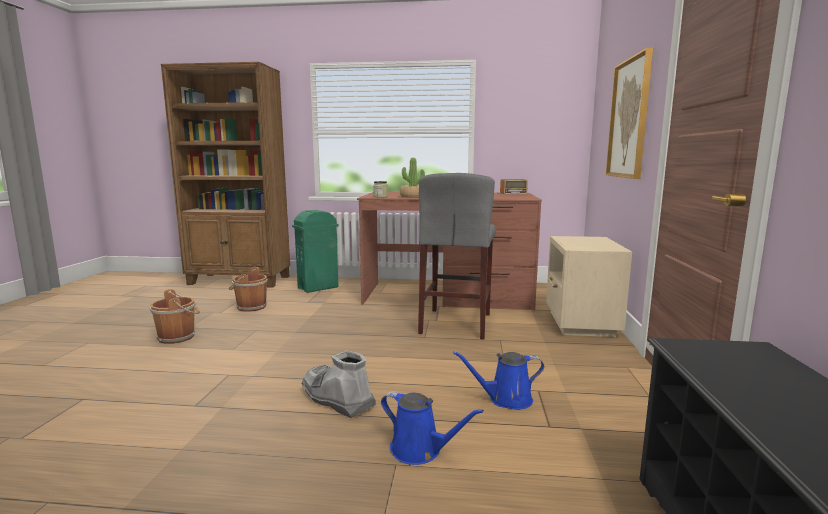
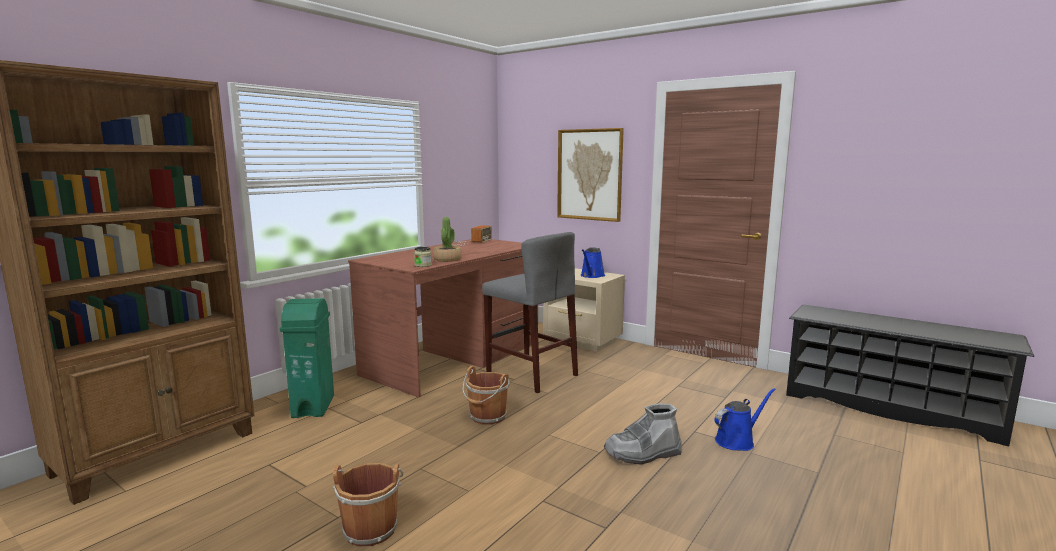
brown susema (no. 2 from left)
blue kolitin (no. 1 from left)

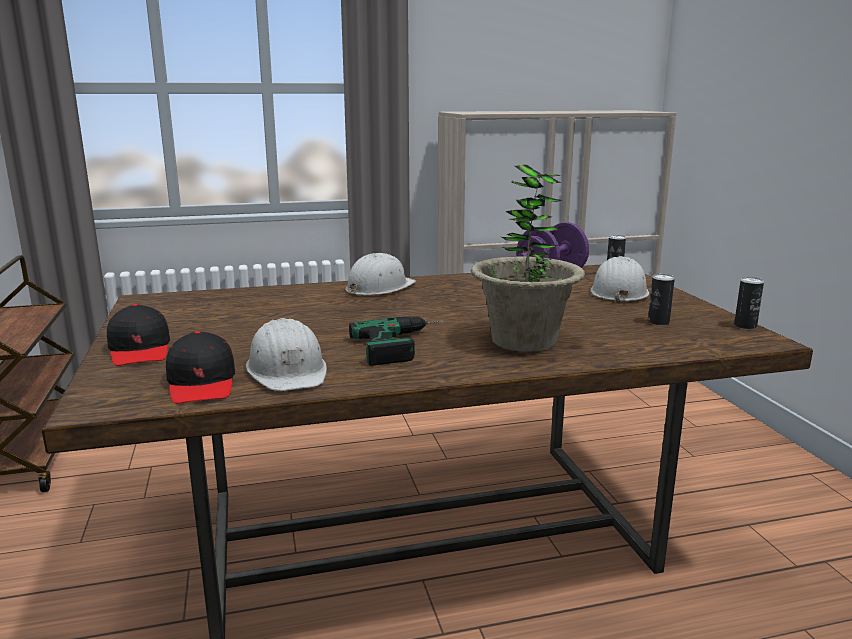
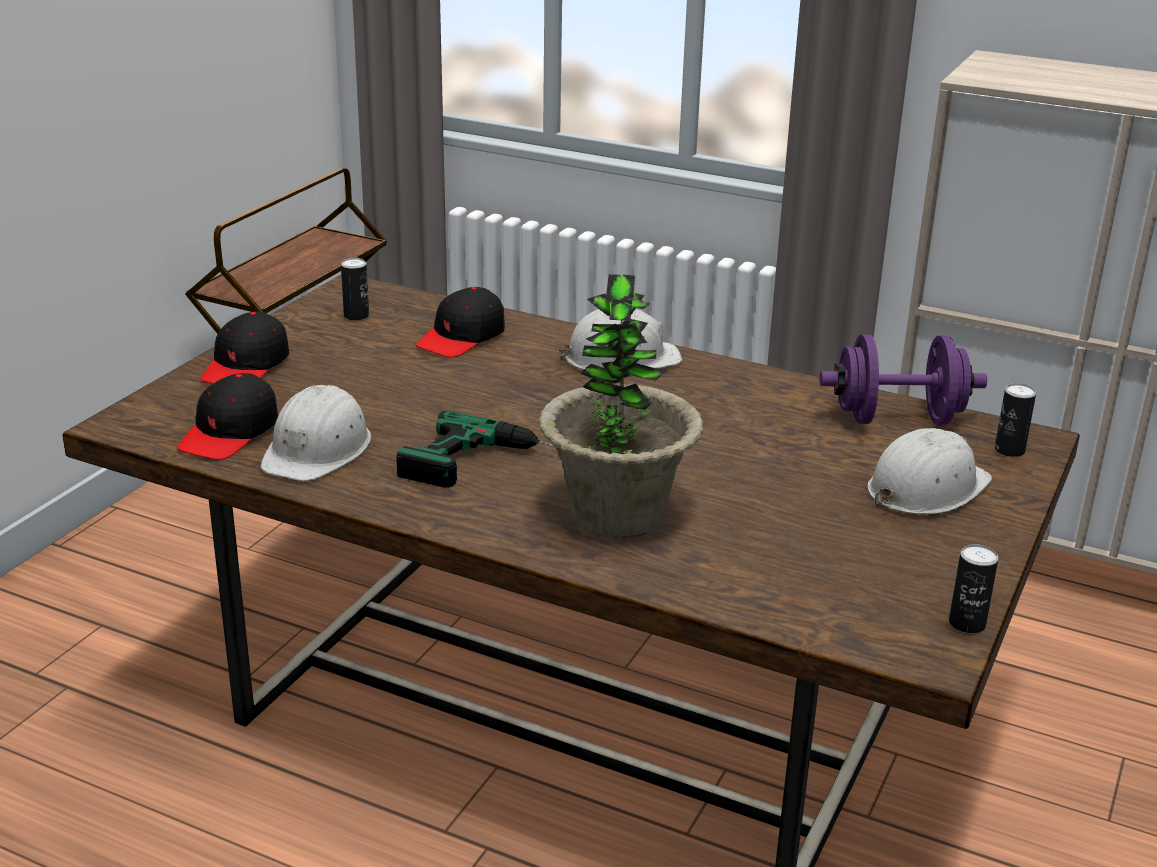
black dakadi (no. 3 from left)
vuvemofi (no. 1 from left)

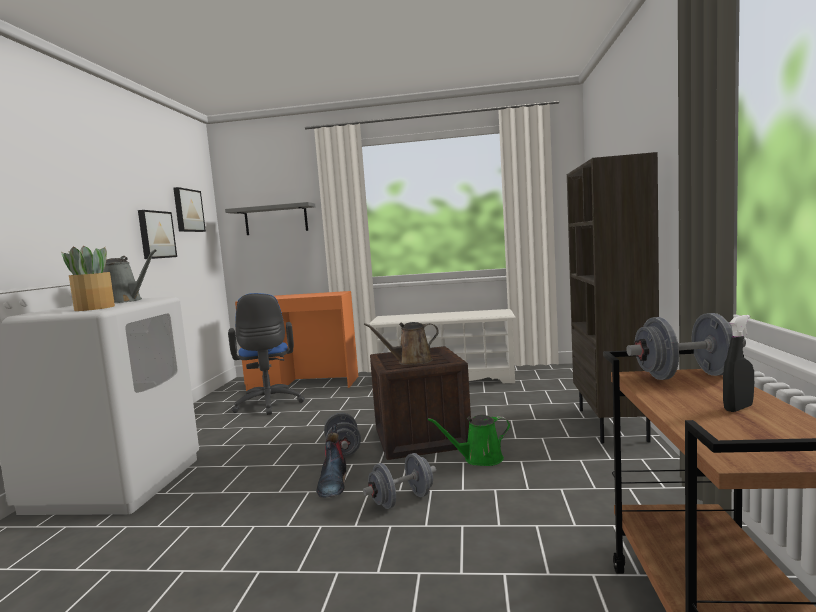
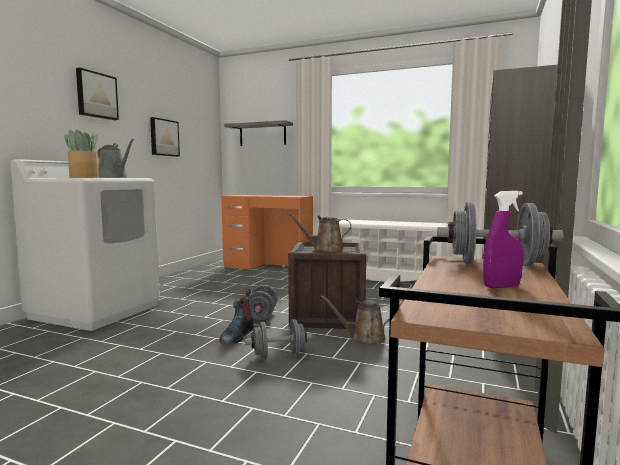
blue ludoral
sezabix (no. 1 from left)
brown kolitin (no. 2 from left)
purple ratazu

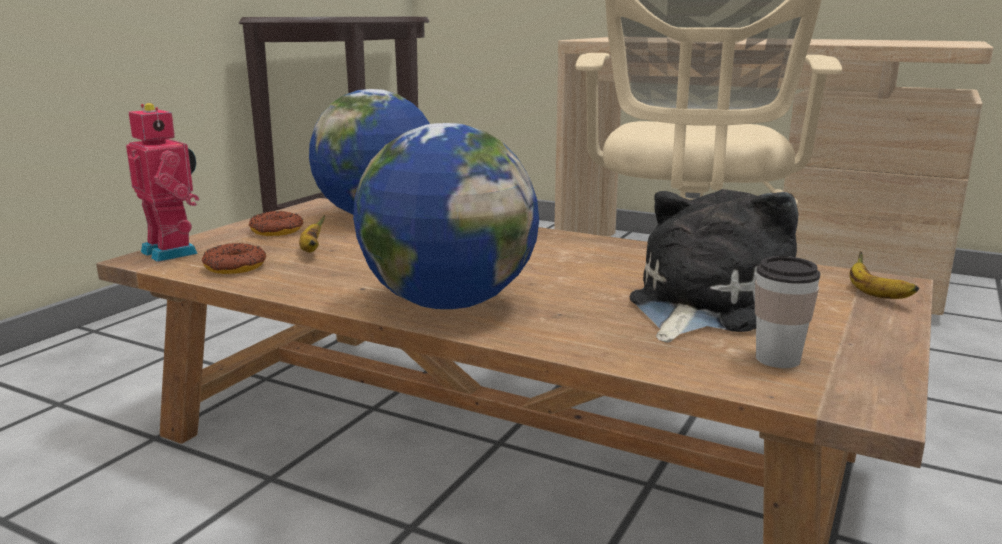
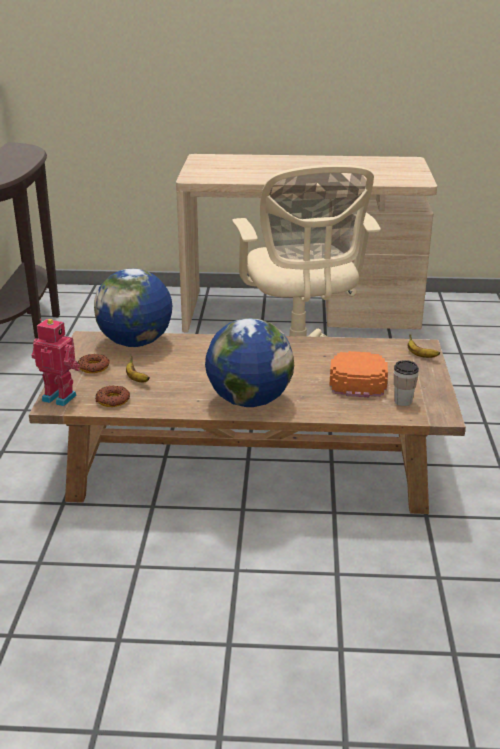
orange dakadi

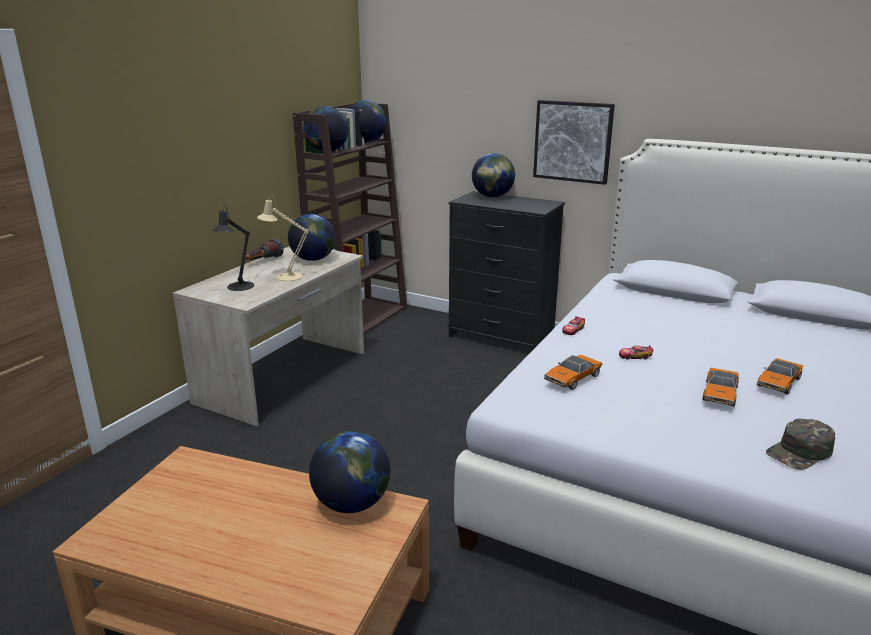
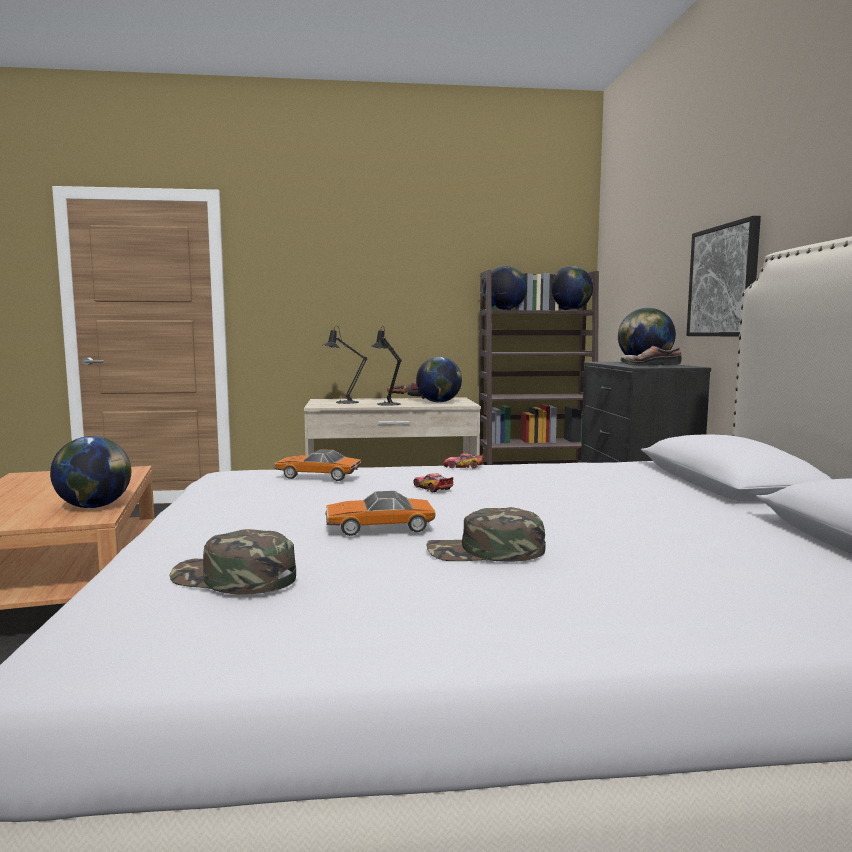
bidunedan
green dakadi (no. 2 from left)
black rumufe (no. 2 from left)

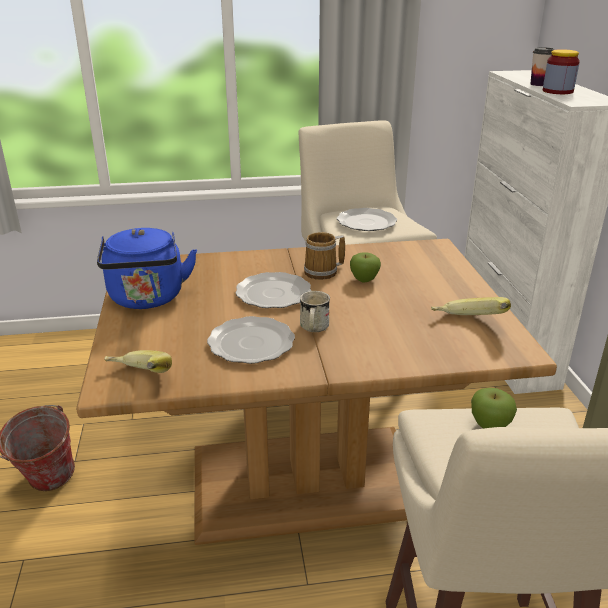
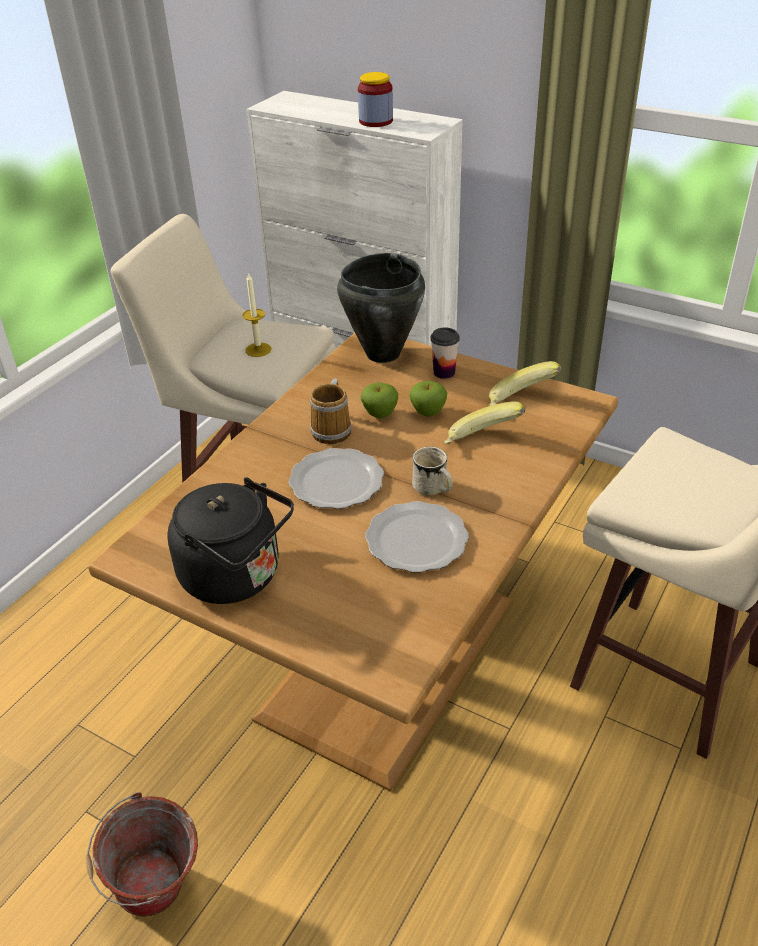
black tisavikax
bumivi (no. 1 from left)
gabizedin (no. 2 from left)
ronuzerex
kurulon
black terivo

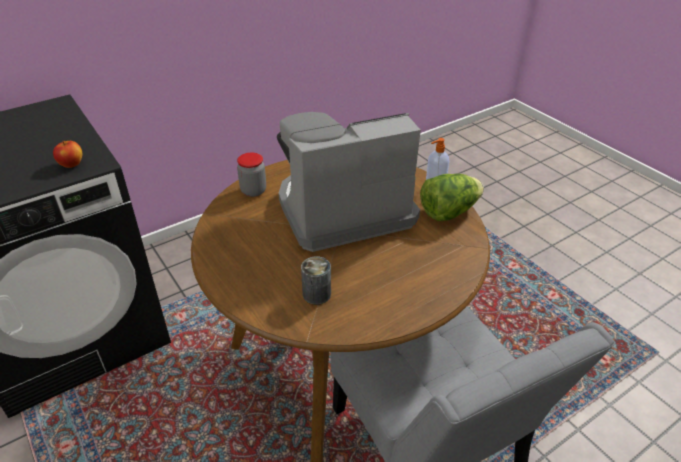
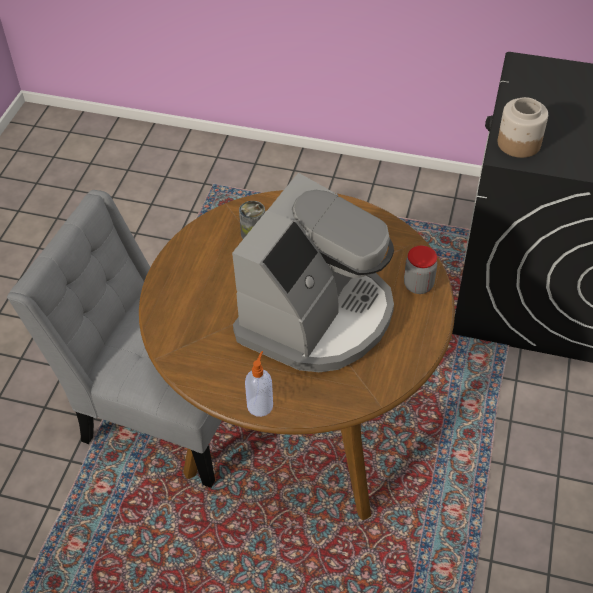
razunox
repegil (no. 2 from left)

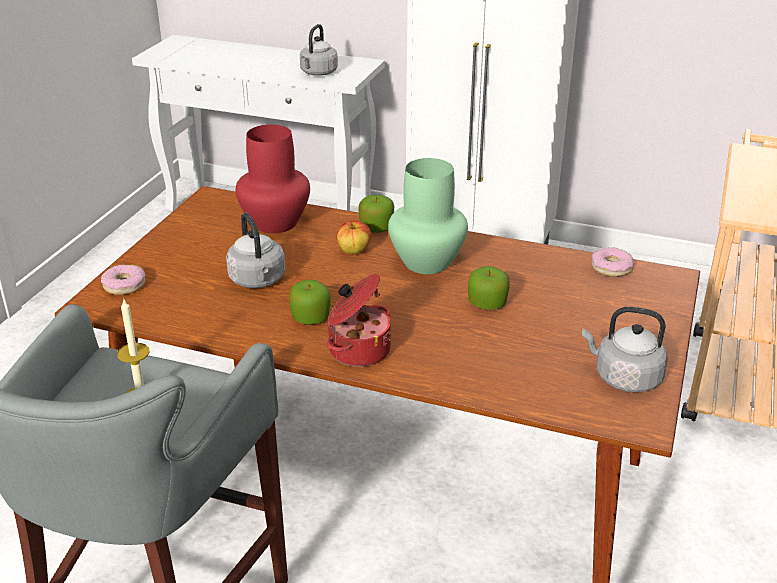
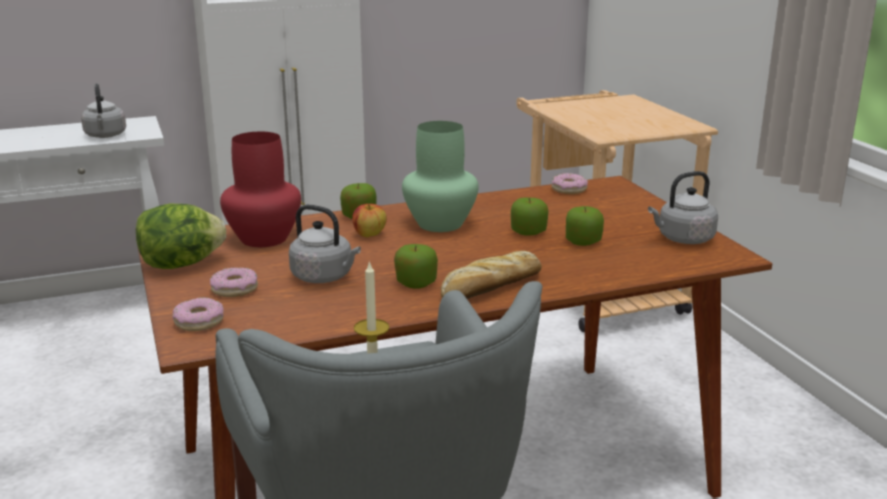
razunox
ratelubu (no. 2 from left)
gabizedin (no. 5 from left)
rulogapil

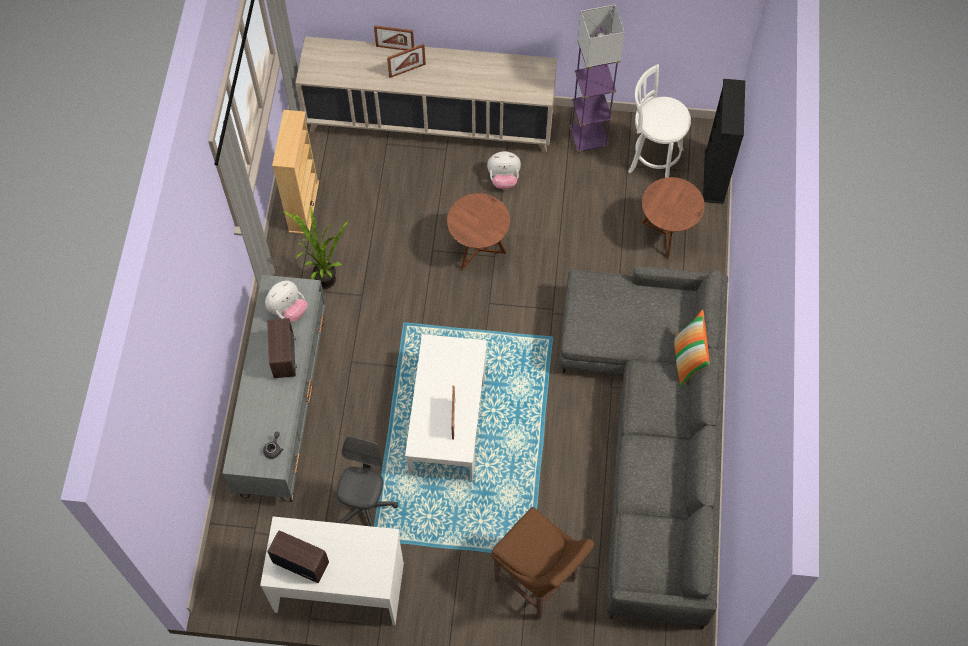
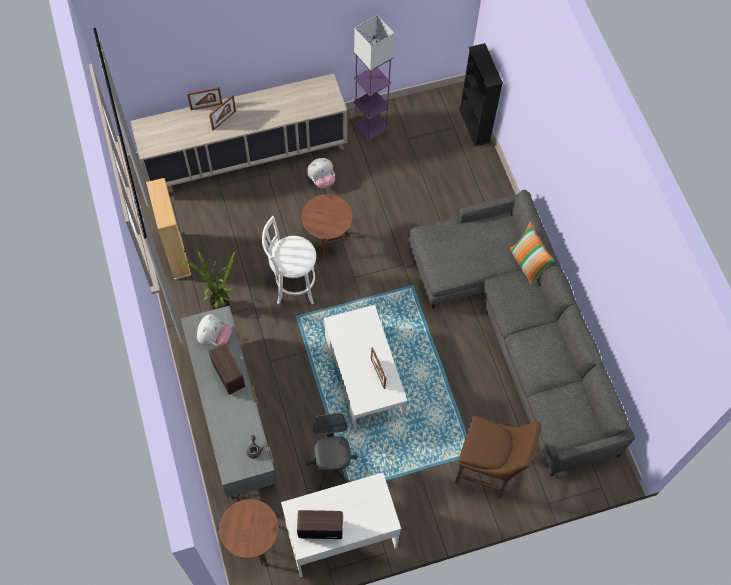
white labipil
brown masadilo (no. 1 from left)

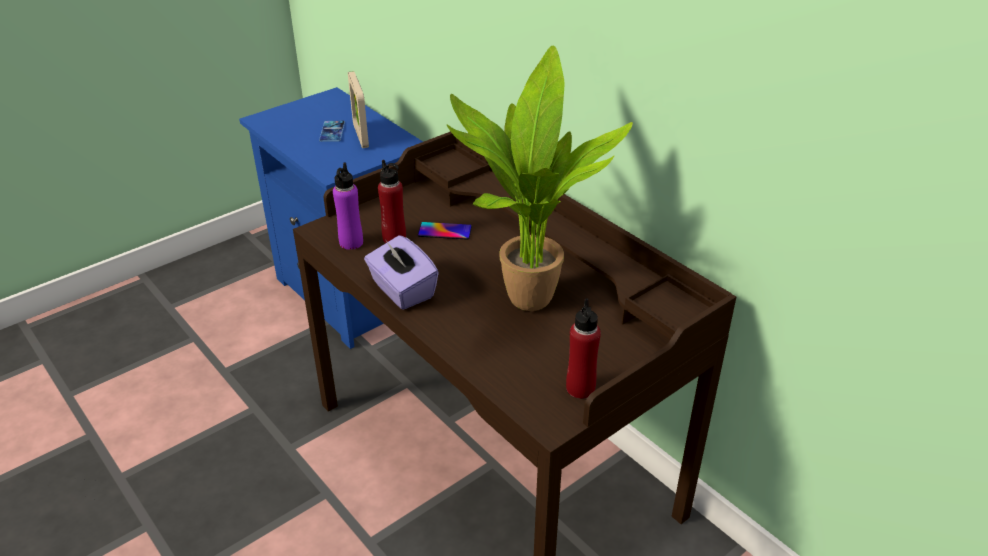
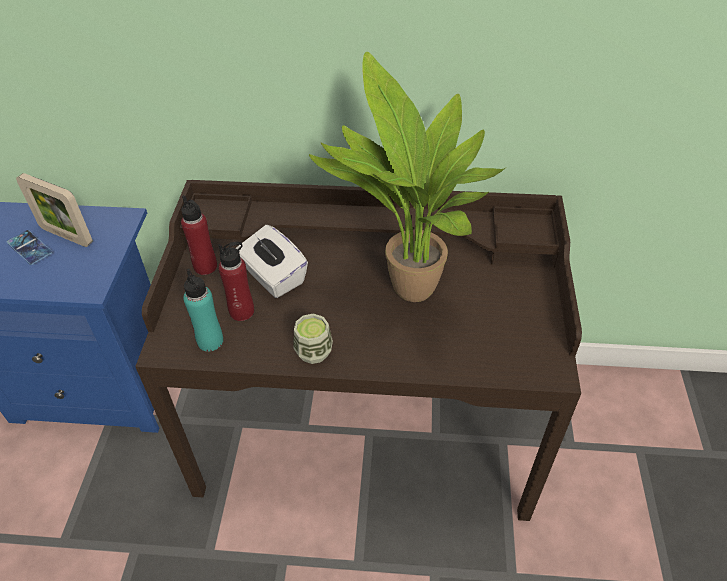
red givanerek (no. 1 from left)
ronuzerex
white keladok
turquoise givanerek

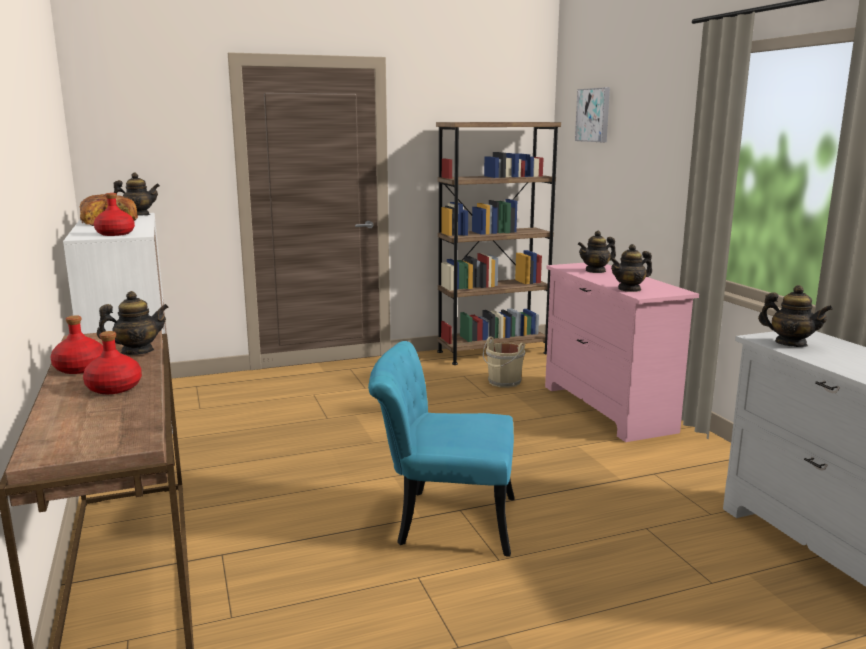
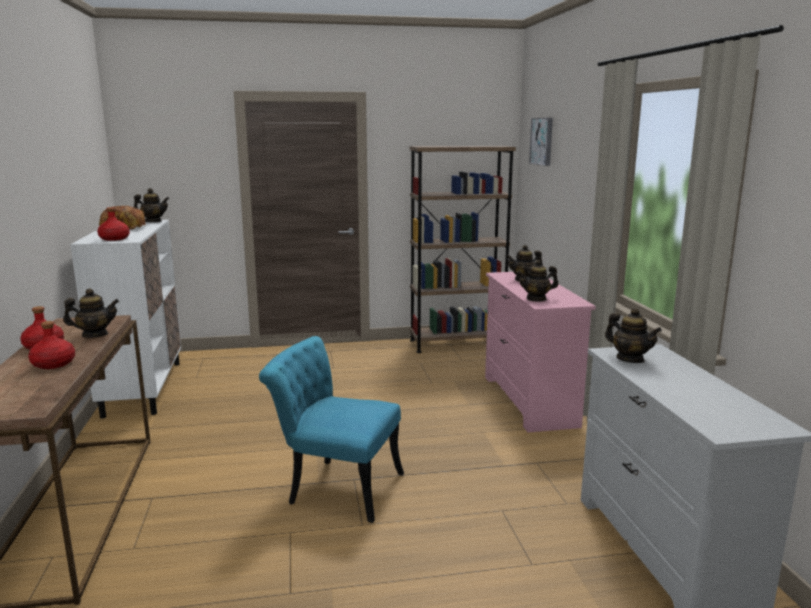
beige susema

